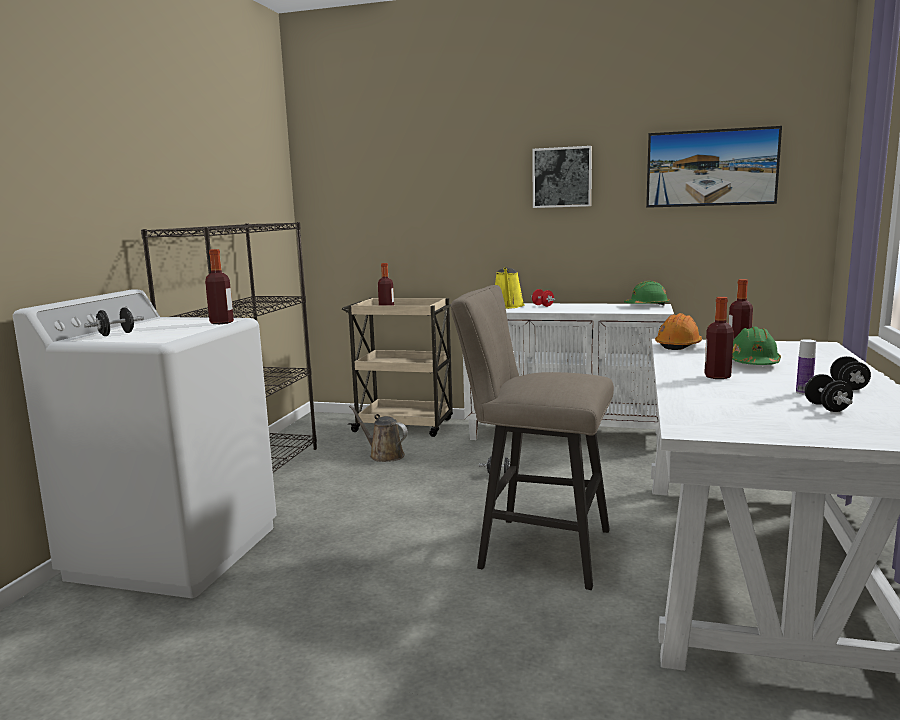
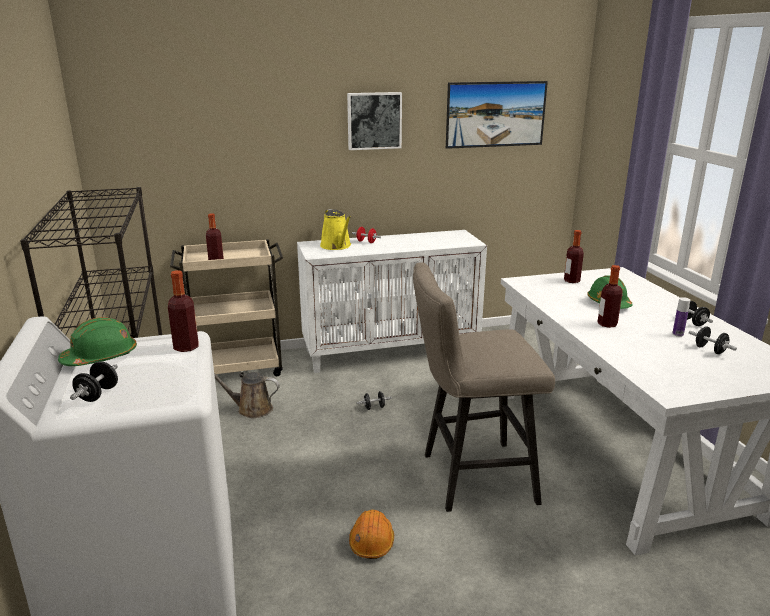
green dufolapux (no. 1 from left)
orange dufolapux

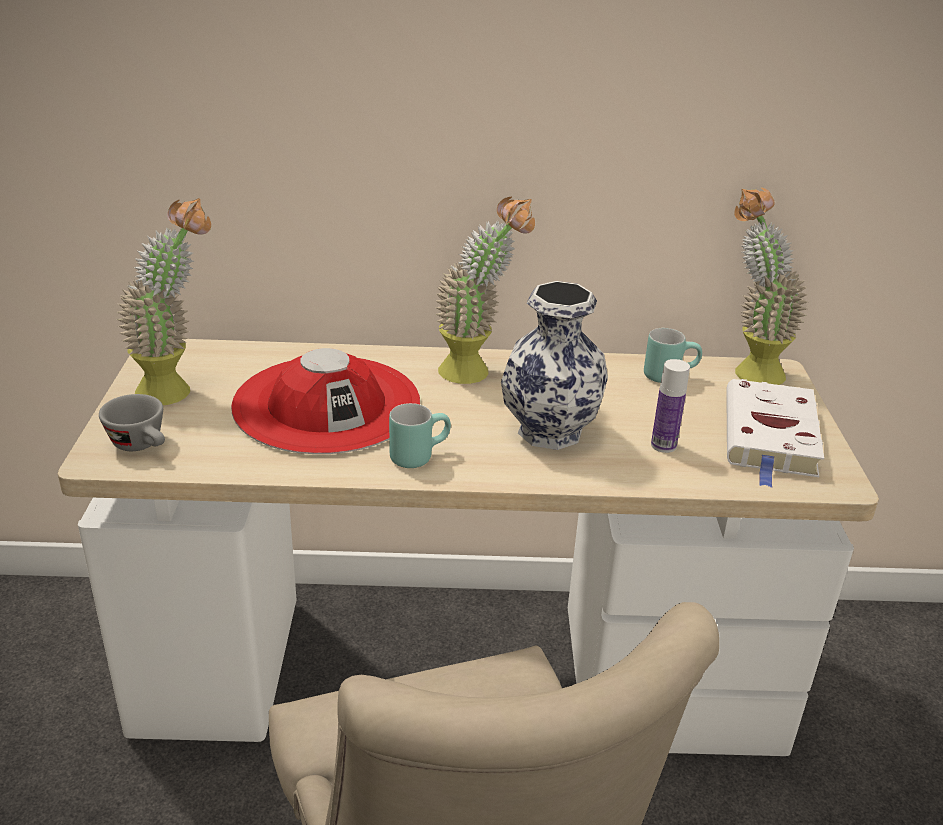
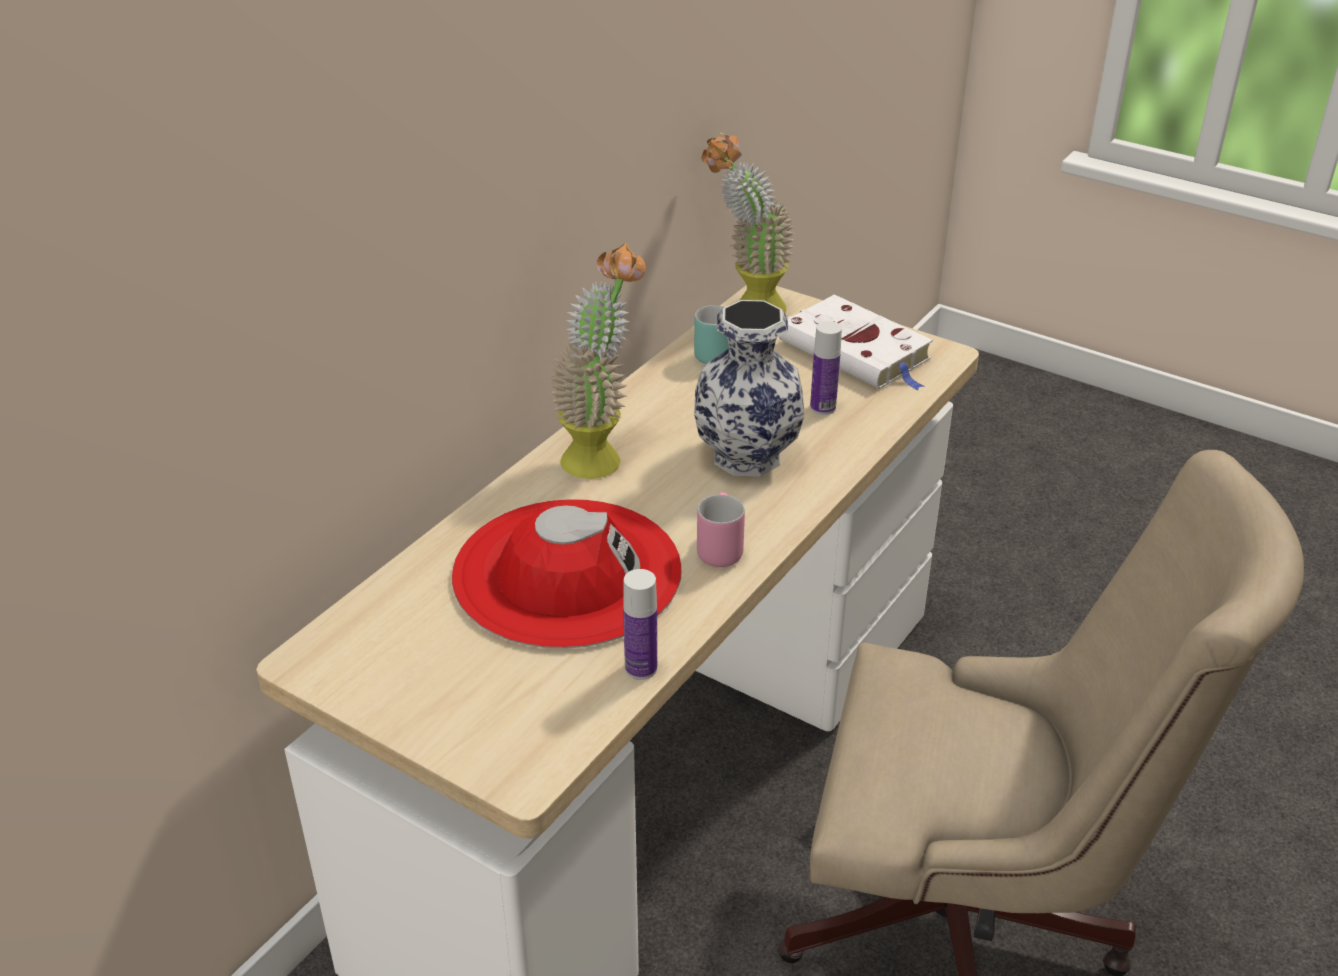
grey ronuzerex
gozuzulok (no. 1 from left in the first image)
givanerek (no. 1 from left)
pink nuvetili

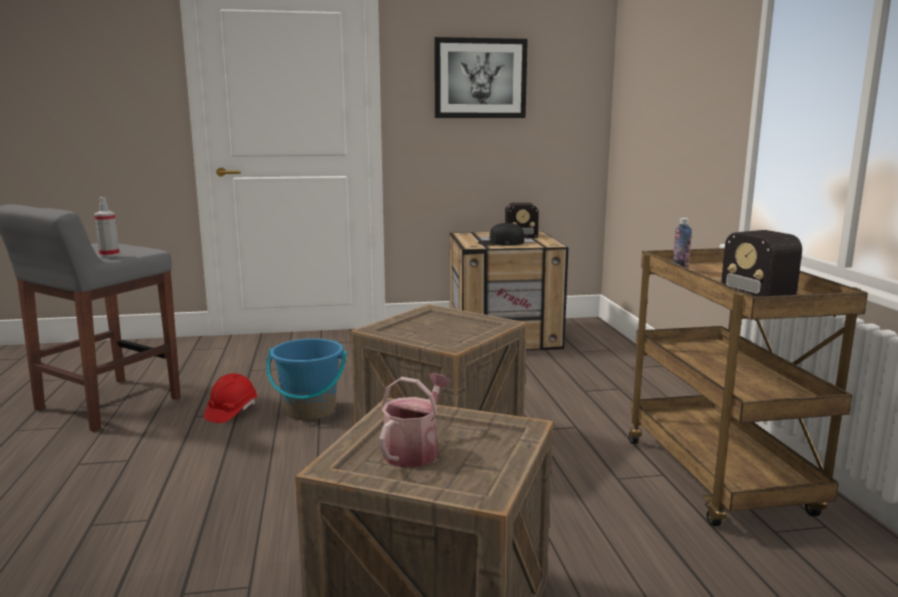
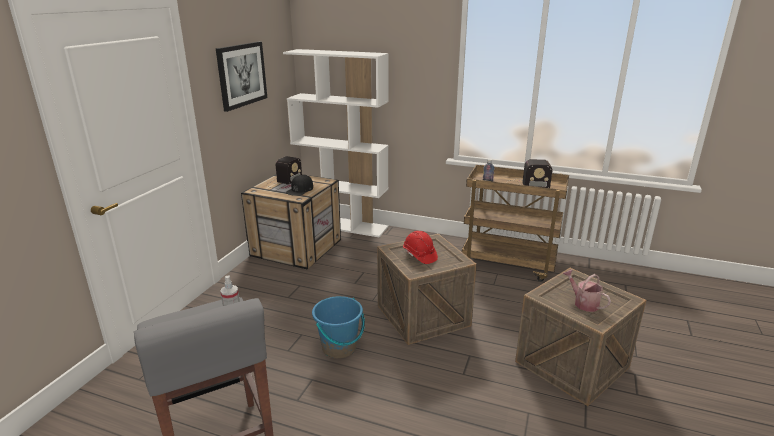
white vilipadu
red dufolapux

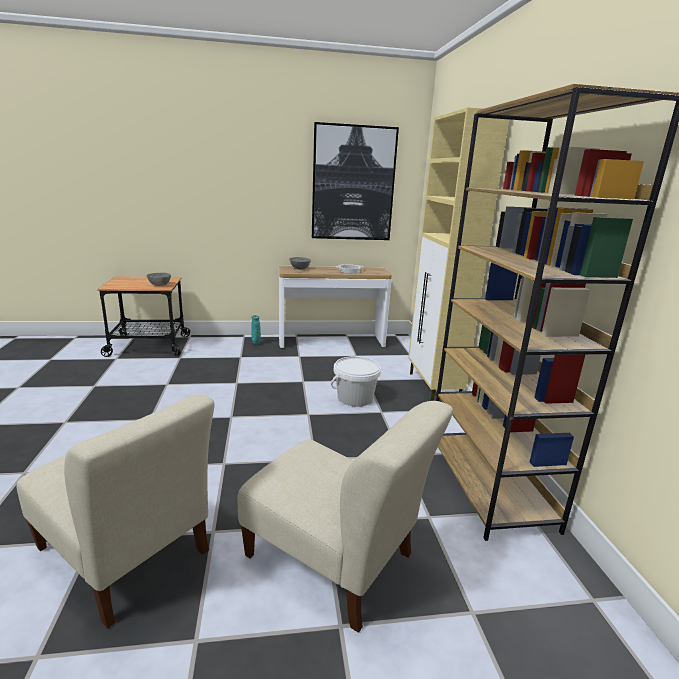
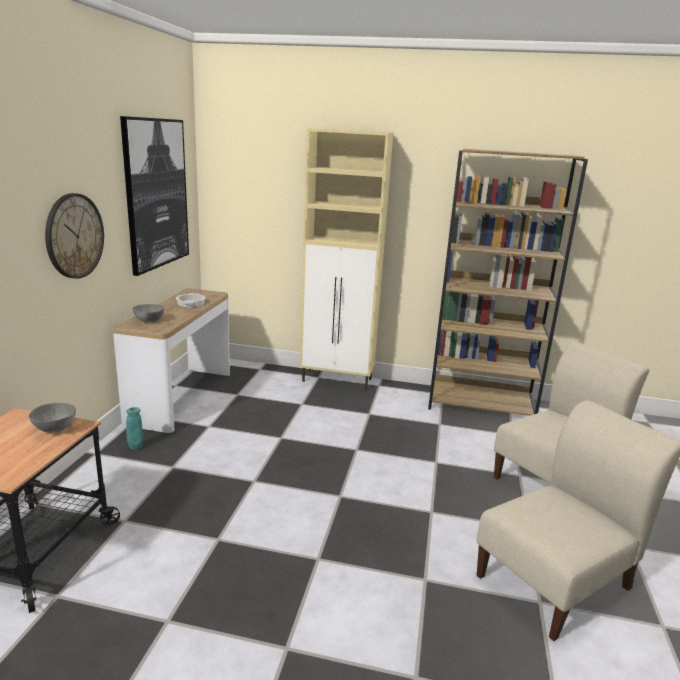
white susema
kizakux

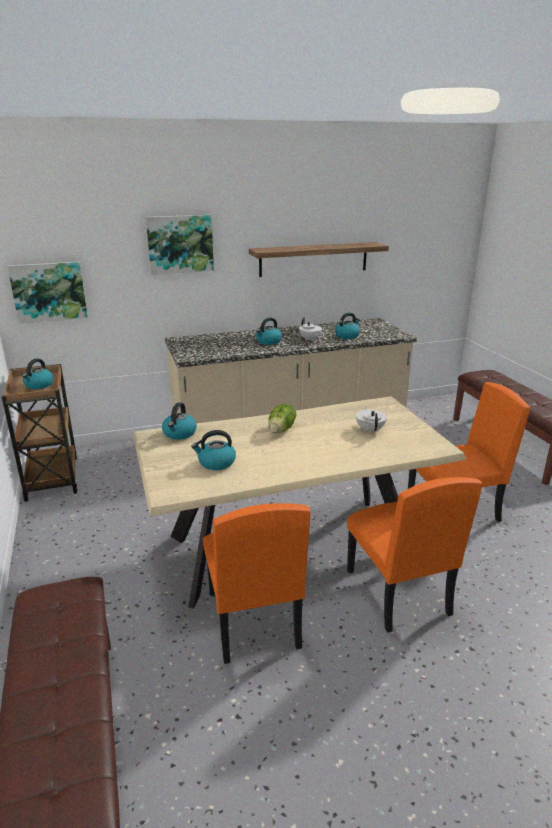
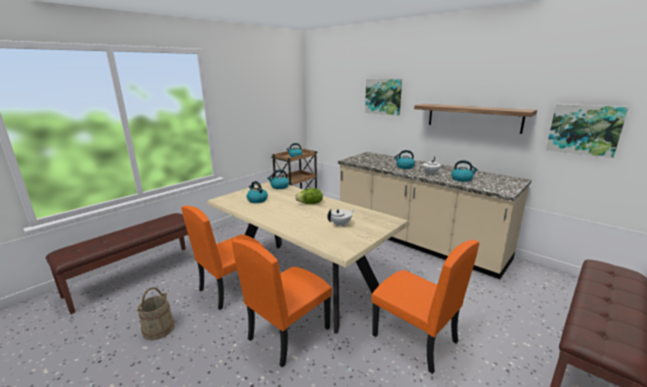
beige susema
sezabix (no. 2 from left)

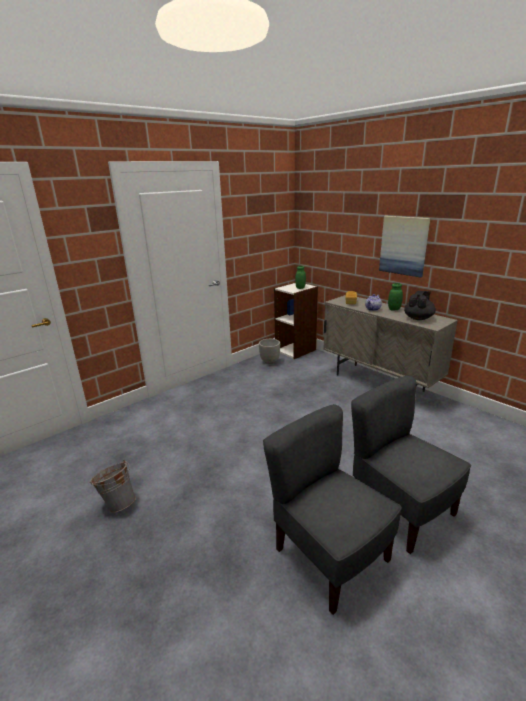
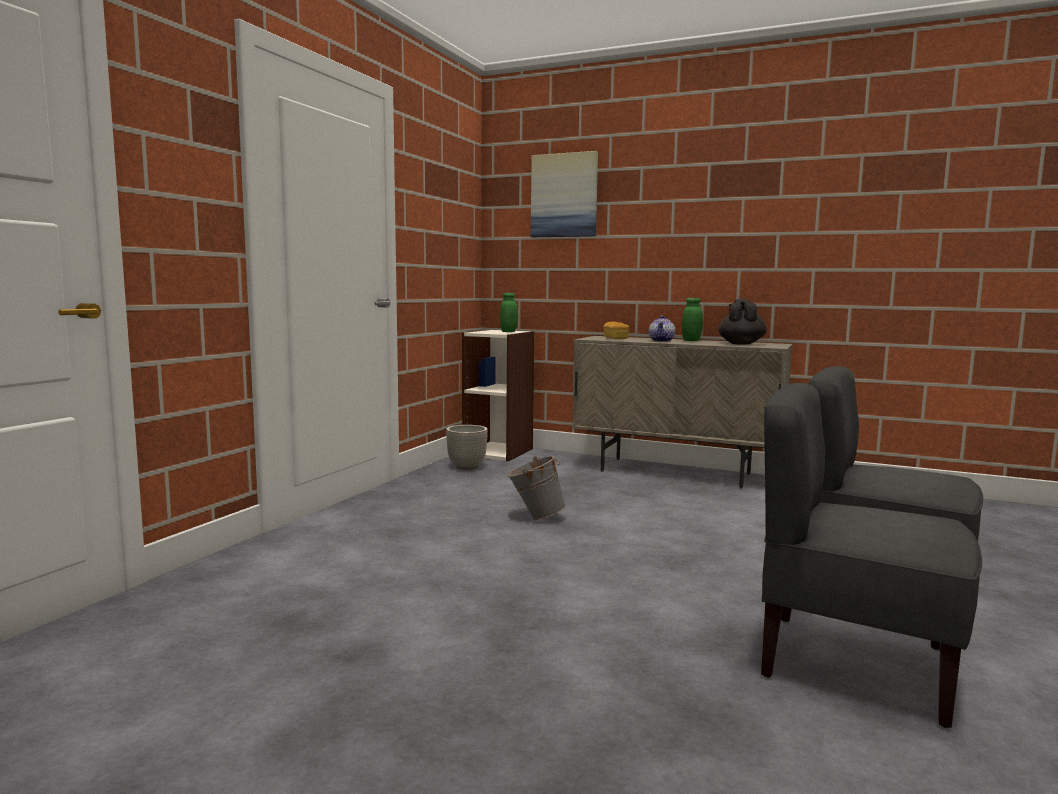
grey susema
sezabix

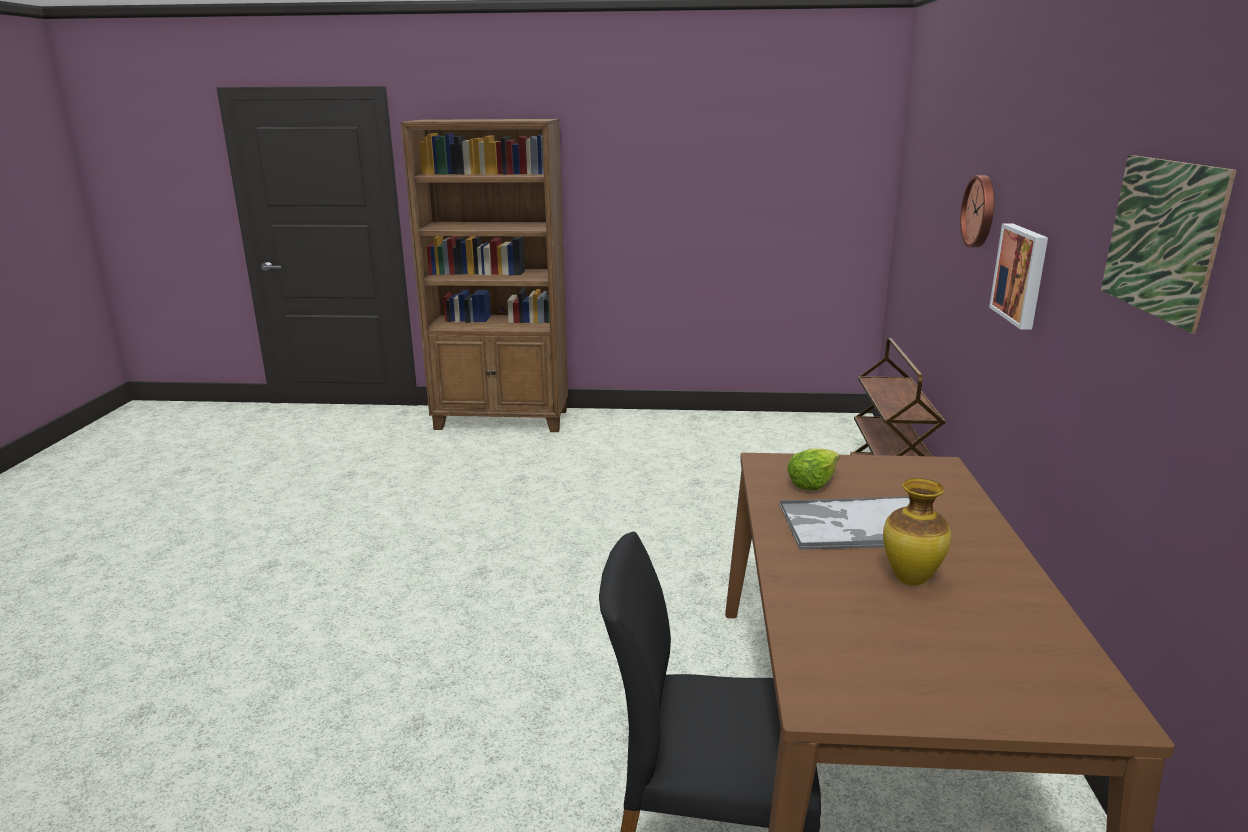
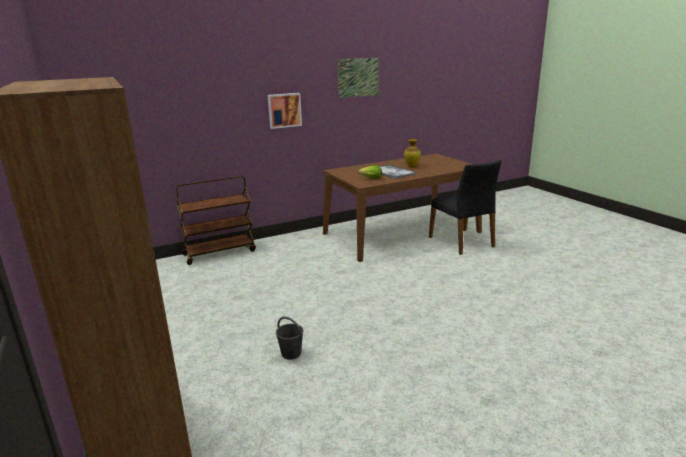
kizakux
grey susema

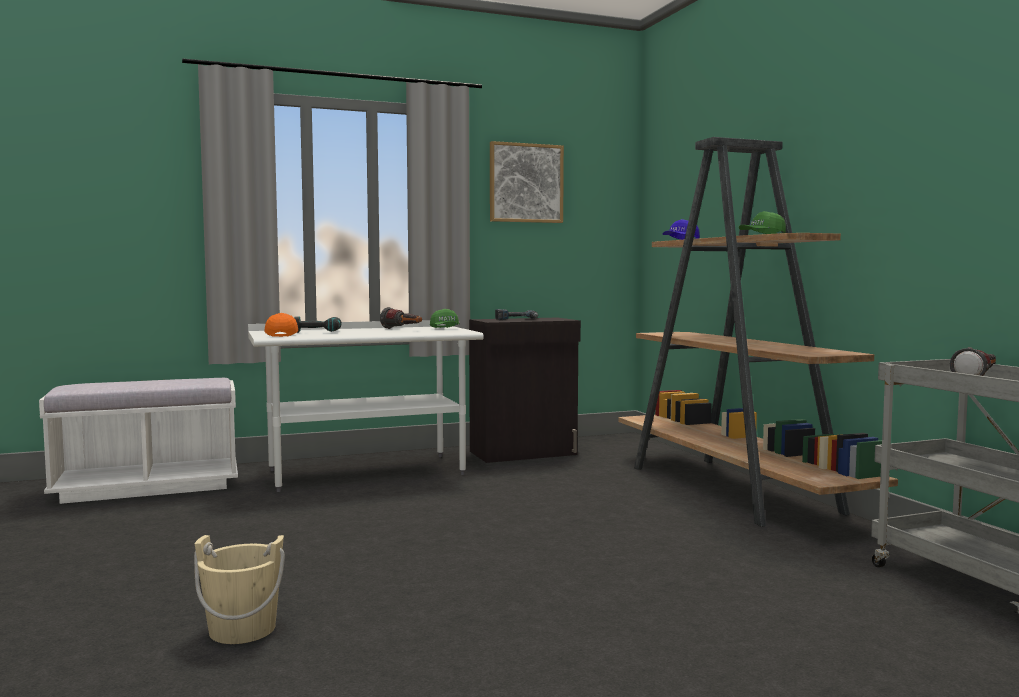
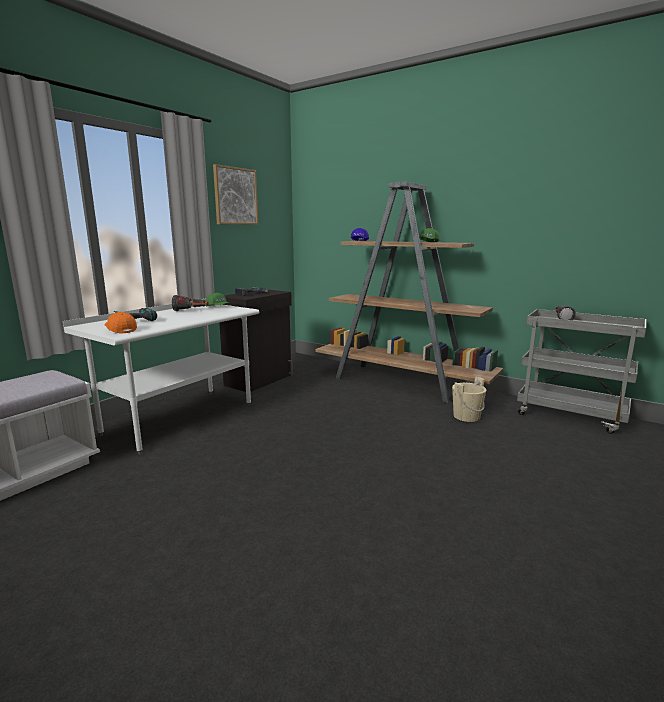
beige susema

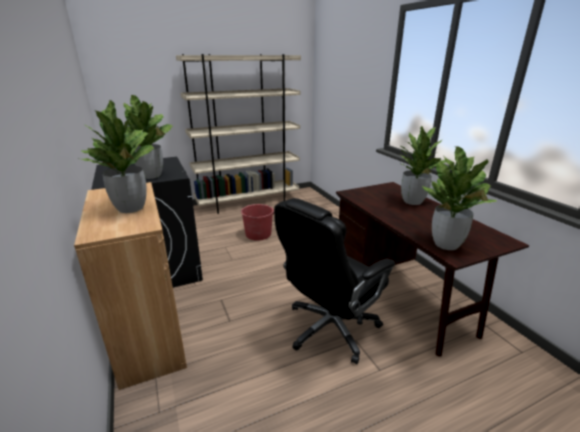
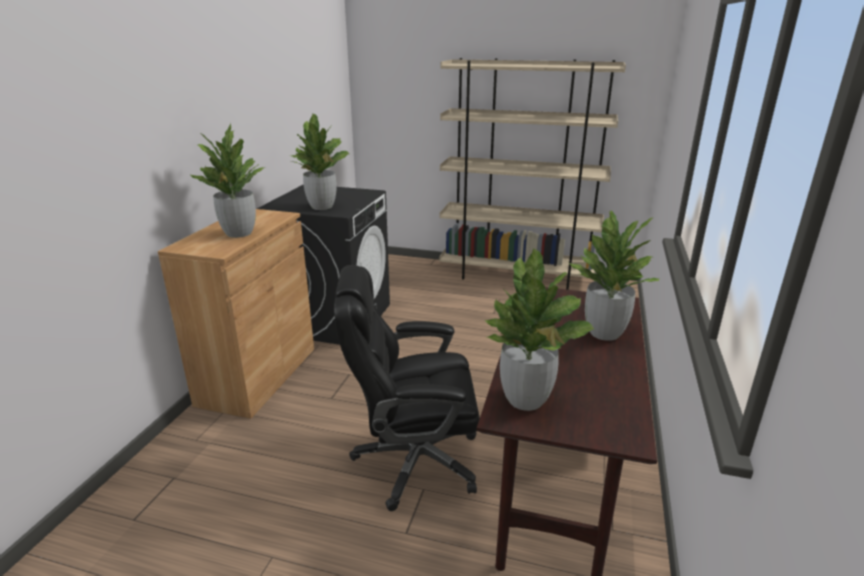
red susema

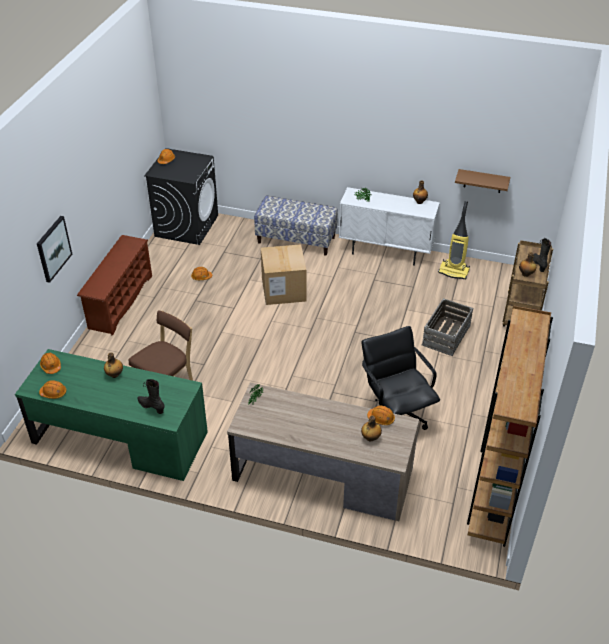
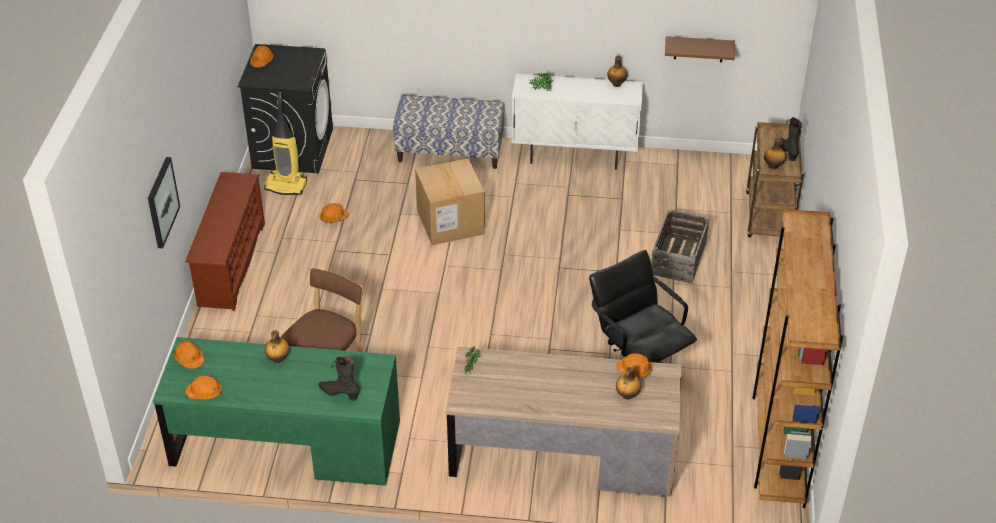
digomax

